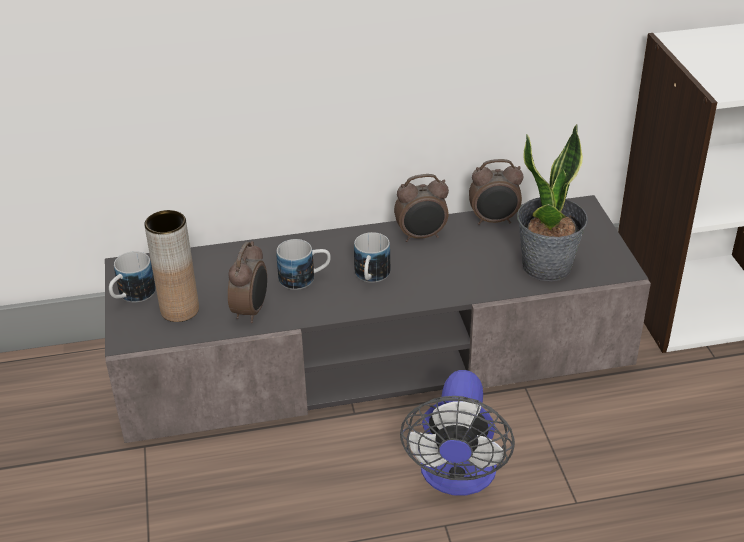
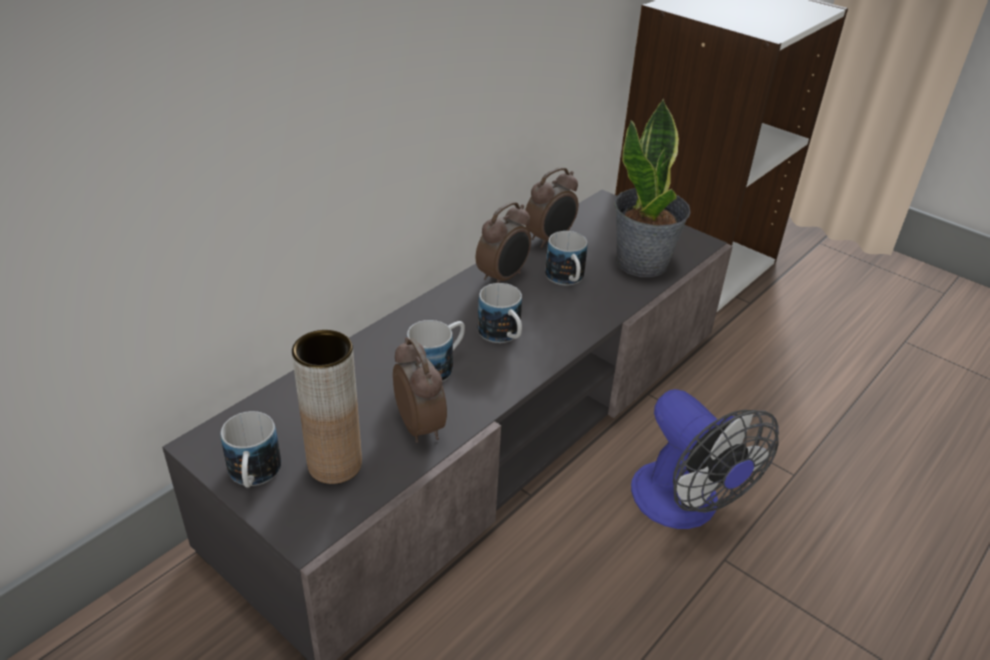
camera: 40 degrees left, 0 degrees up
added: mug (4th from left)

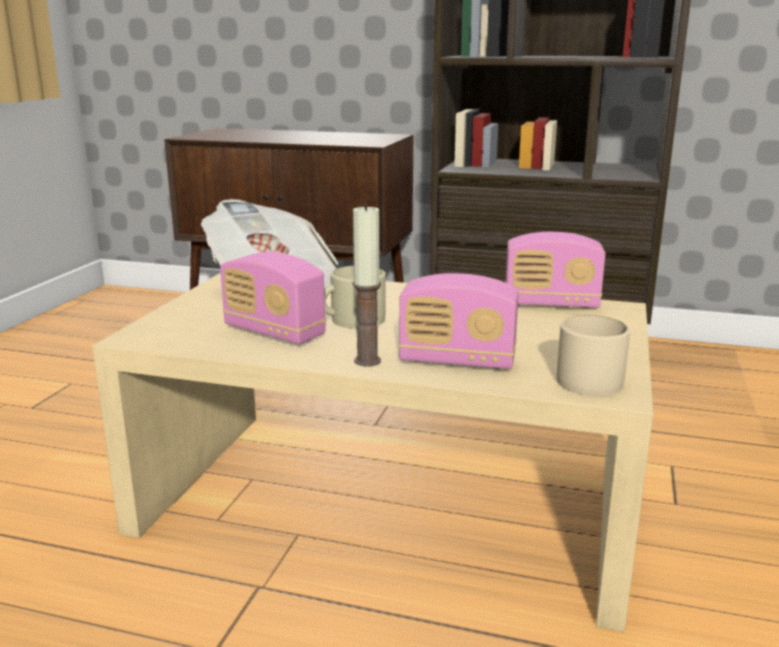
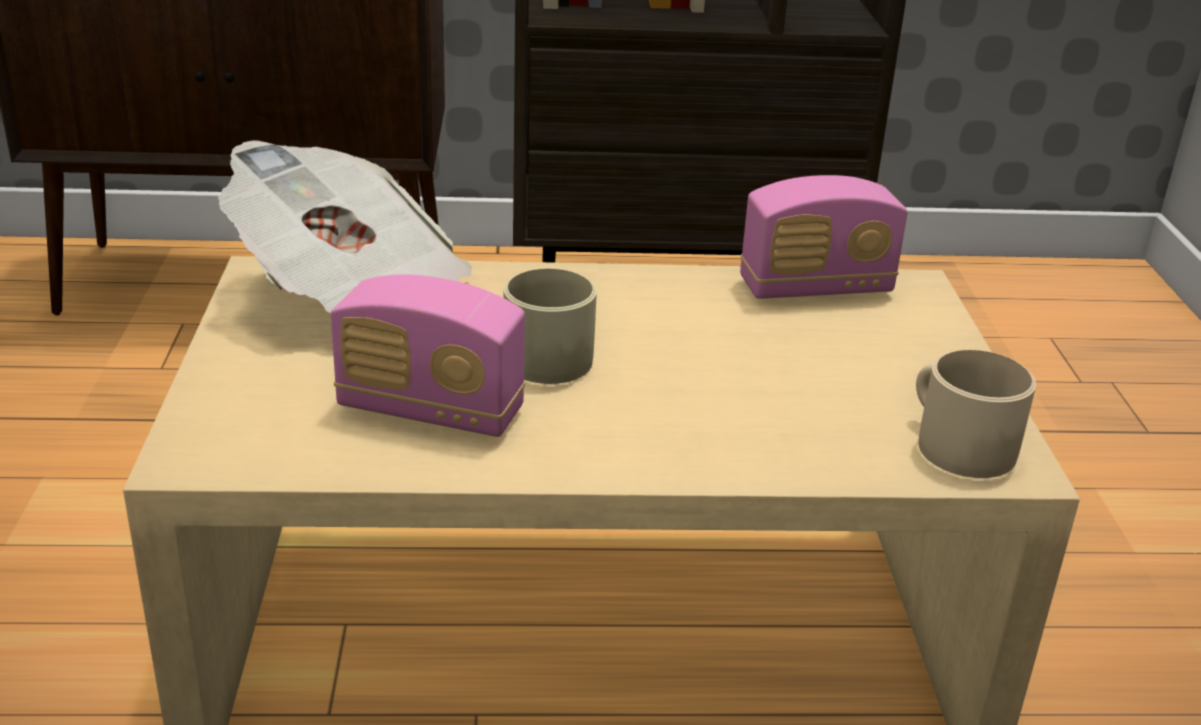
camera: 20 degrees left, 10 degrees up
removed: bougie; radio (2nd from left)

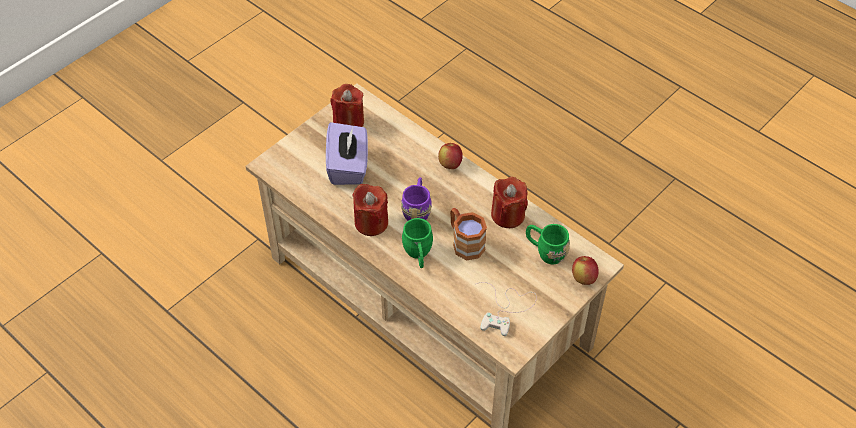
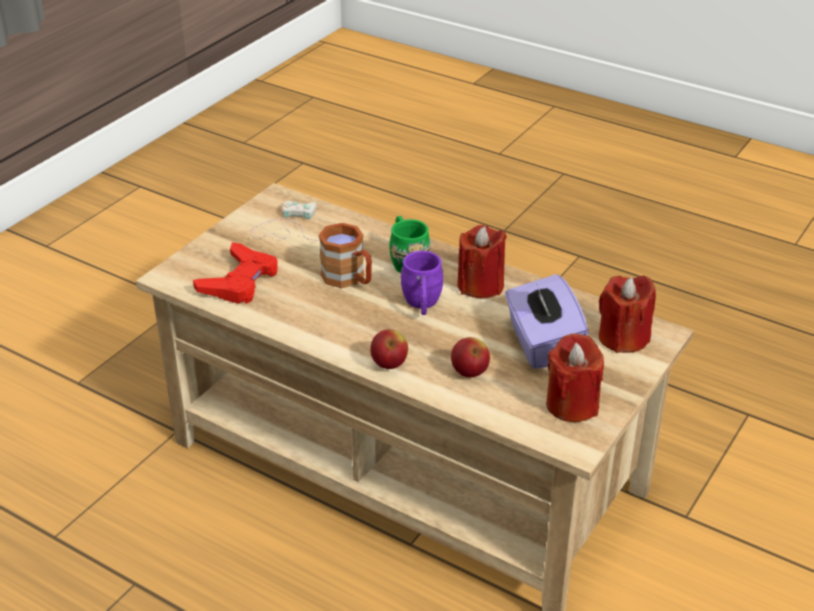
camera: 170 degrees right, 15 degrees down
moved: bougie/rouge (3rd from left); pomme (2nd from left)
replaced: mug/vert (2nd from left) to manette/rouge

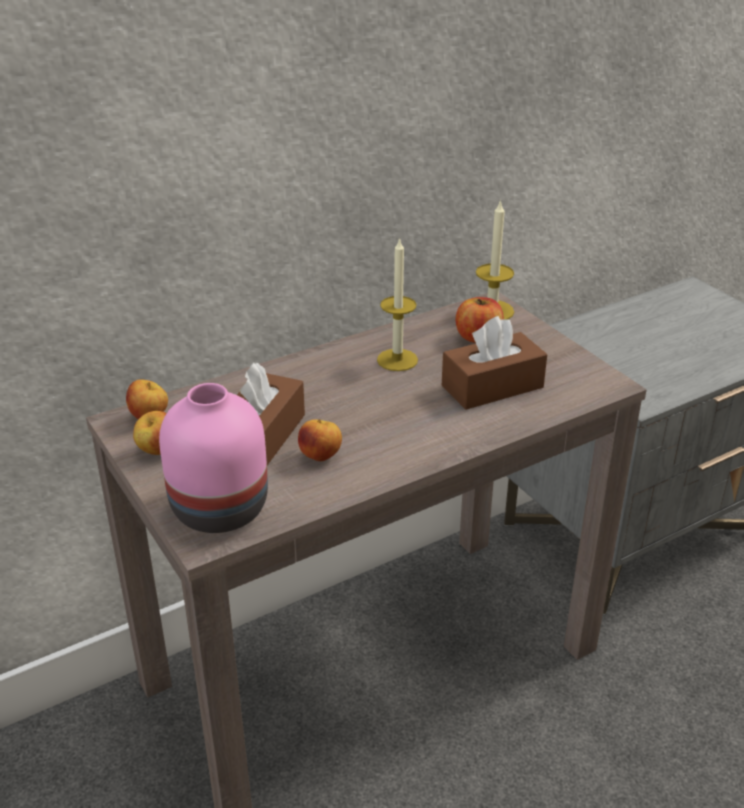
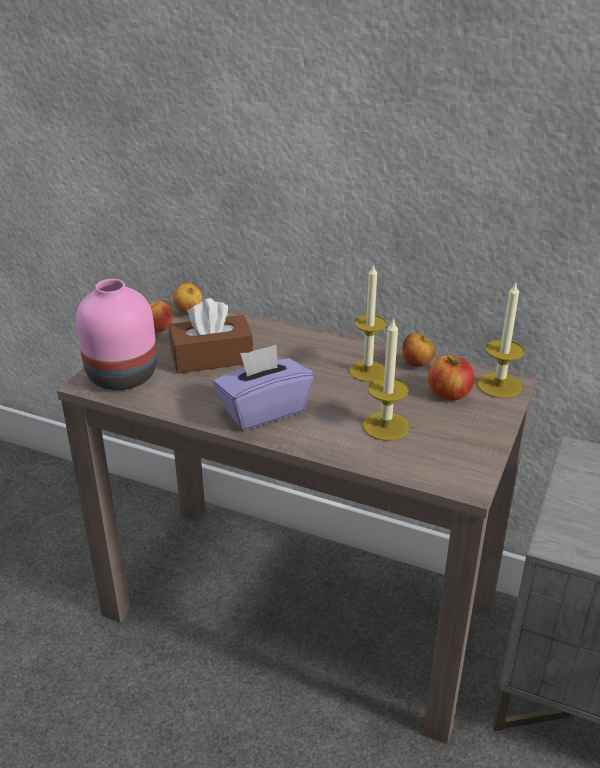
camera: 55 degrees right, 0 degrees up
added: boîte à mouchoirs/violet
moved: pomme (3rd from left)
replaced: boîte à mouchoirs/marron (2nd from left) to bougie (2nd from left)

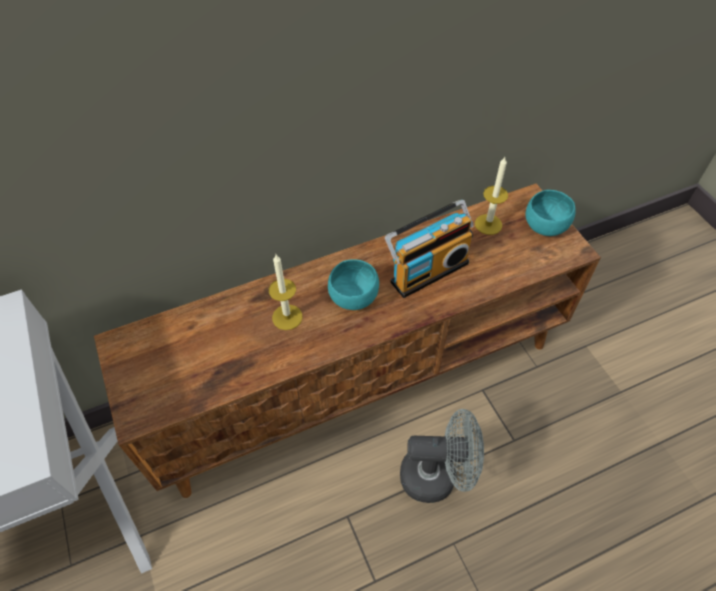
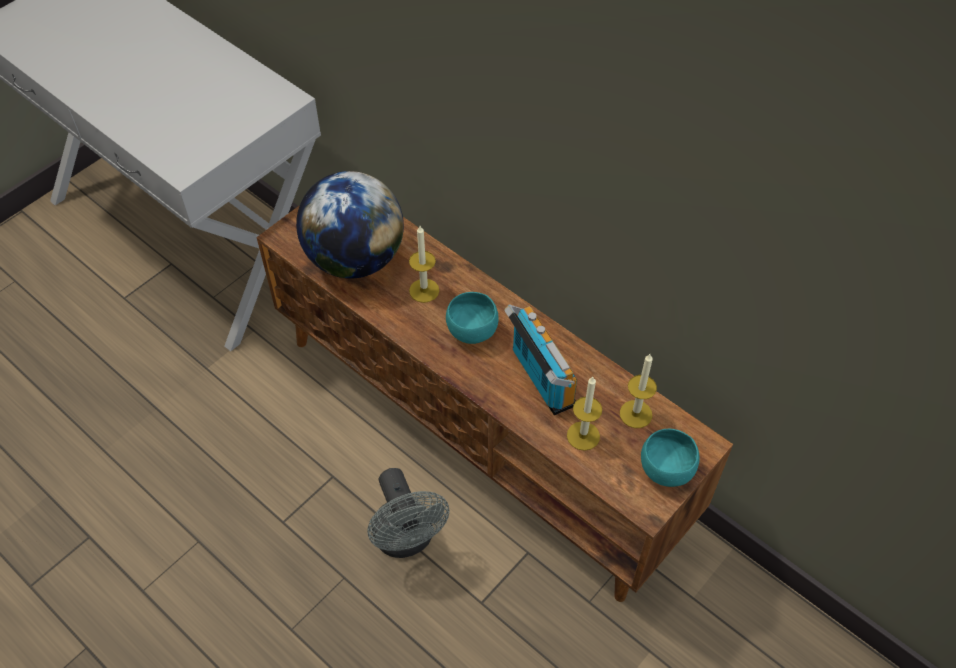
camera: 65 degrees right, 0 degrees up
added: globe; bougie (2nd from left)
turned: radio 150 degrees counterclockwise

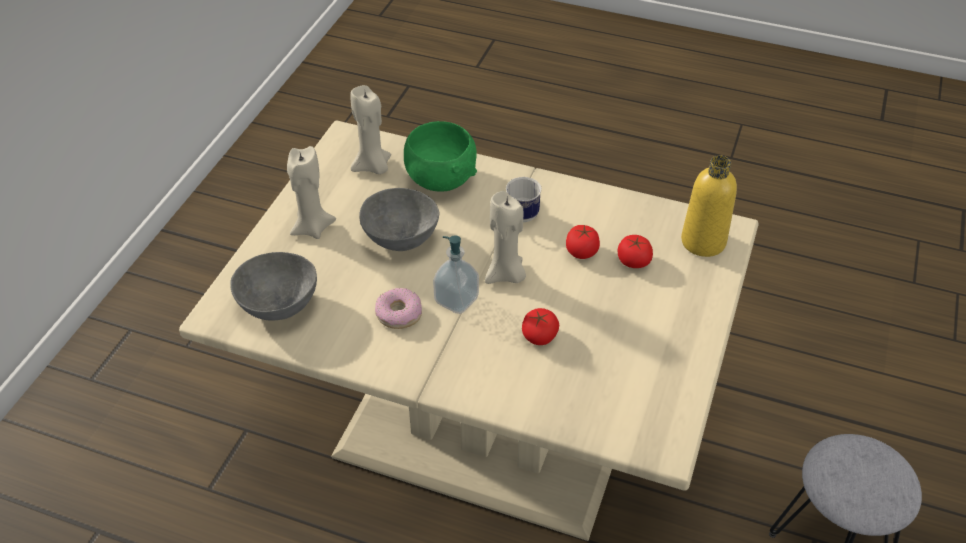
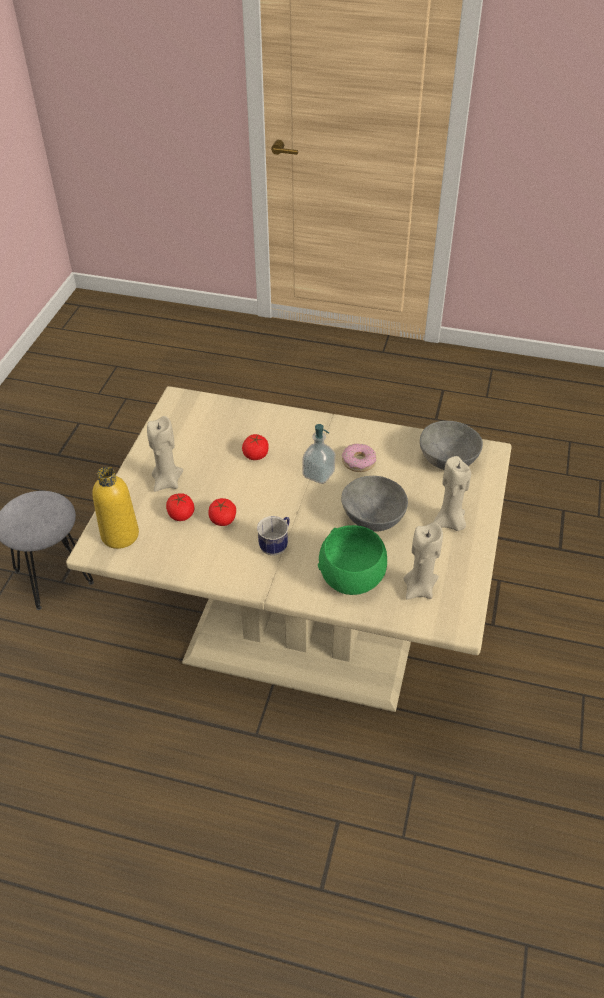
camera: 175 degrees right, 0 degrees up
moved: bougie/beige (3rd from left in the first image) to bougie/beige (1st from left)

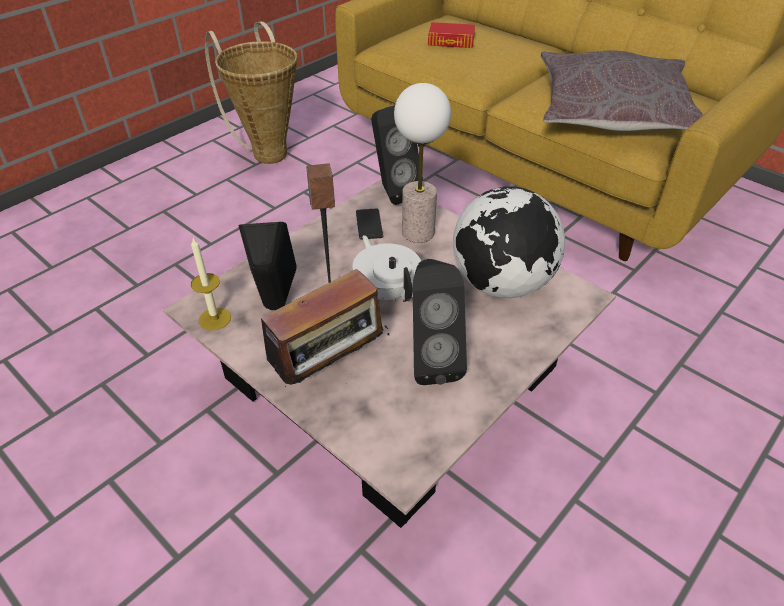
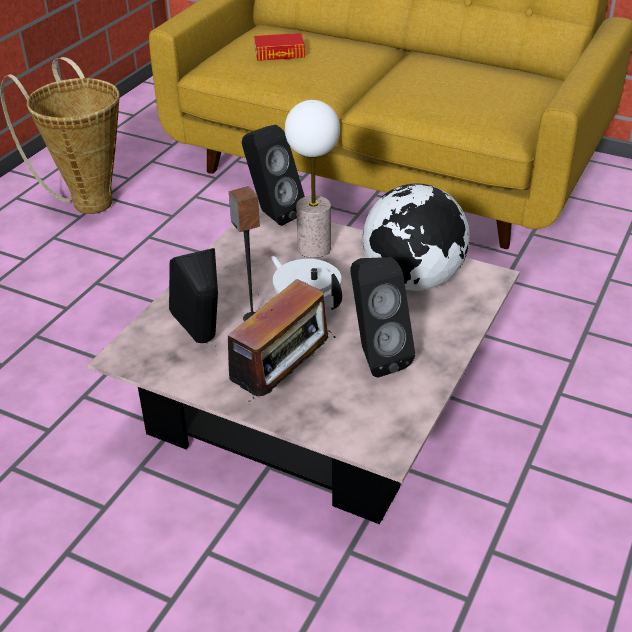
camera: 15 degrees left, 5 degrees down
removed: bougie; téléphone; coussin/gris

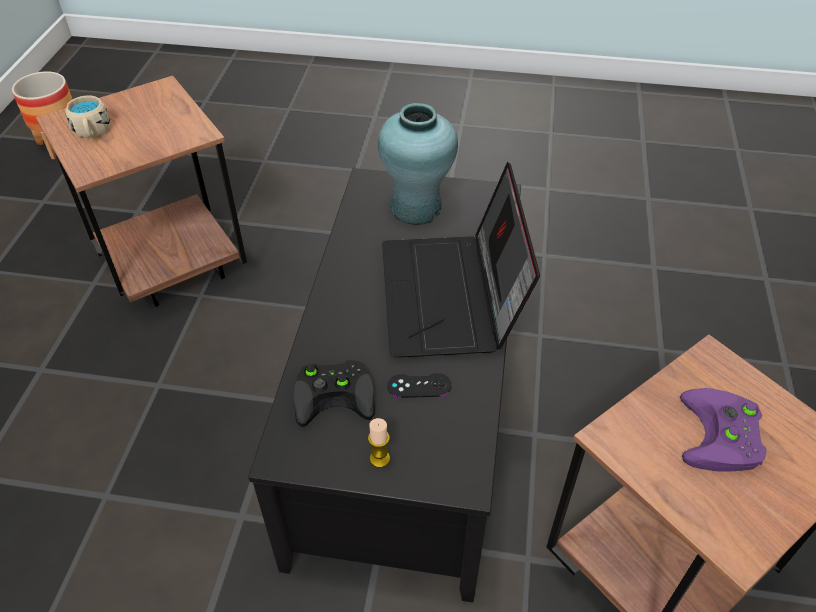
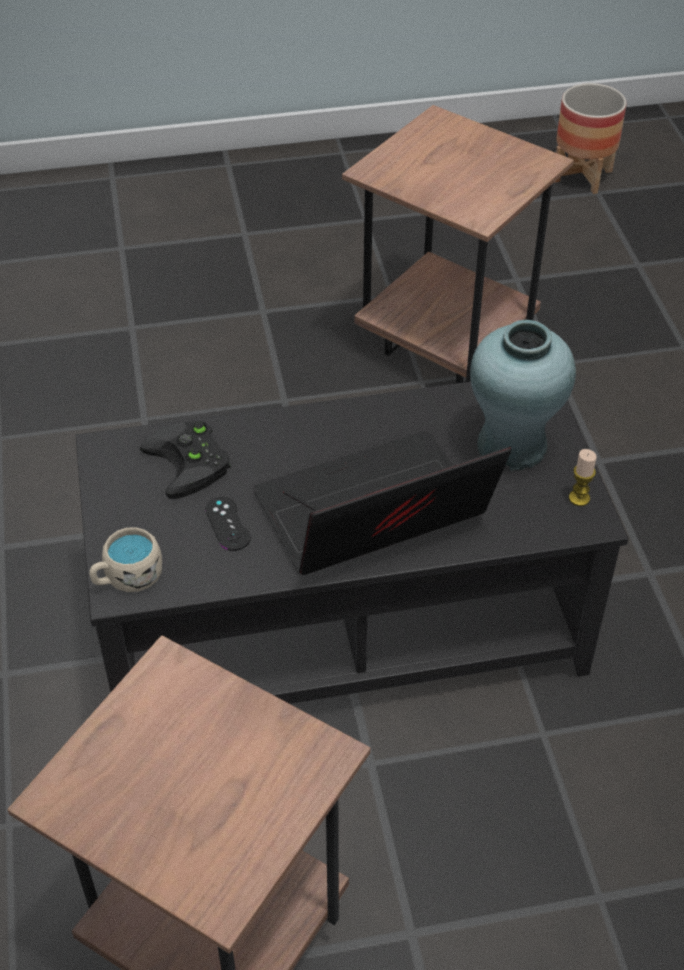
camera: 70 degrees right, 0 degrees up
removed: manette/violet
moved: mug/beige; bougie

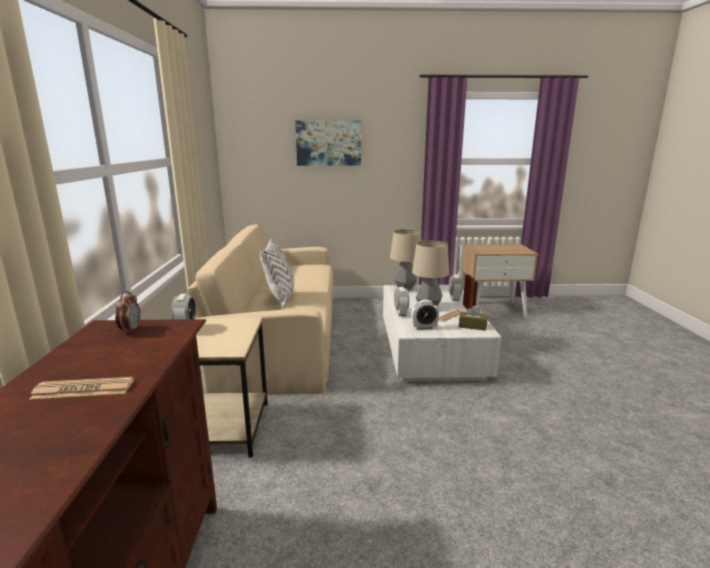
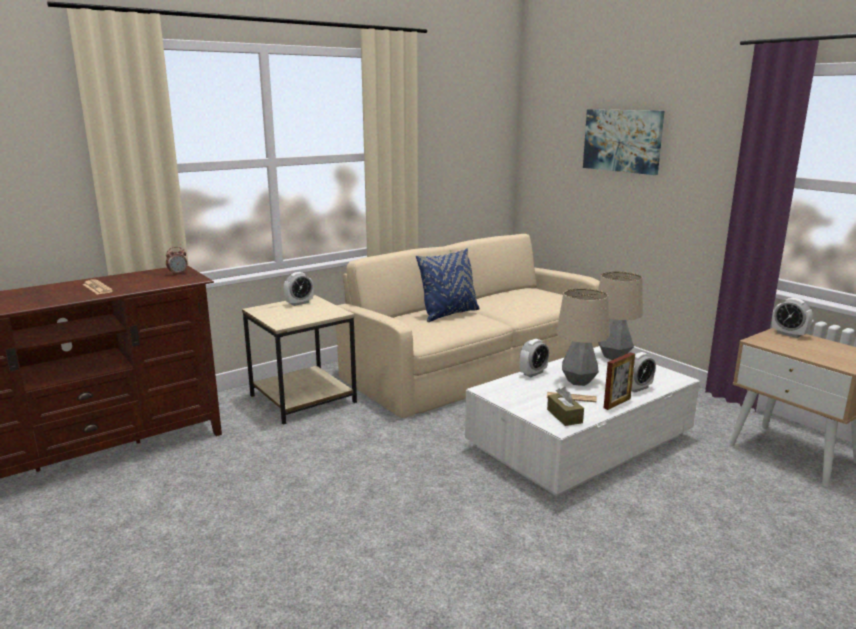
camera: 55 degrees right, 0 degrees up
moved: réveil (4th from left in the first image) to réveil (5th from left)
recoloured: coussin/blanc to coussin/bleu

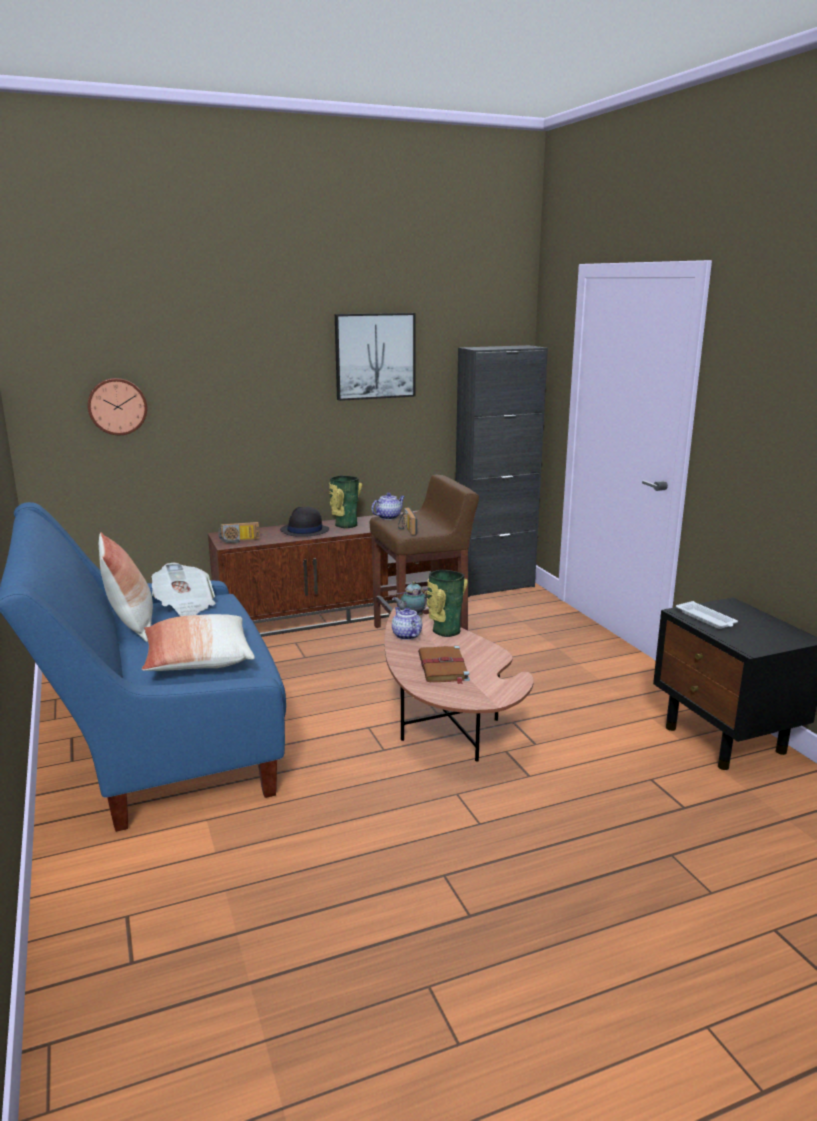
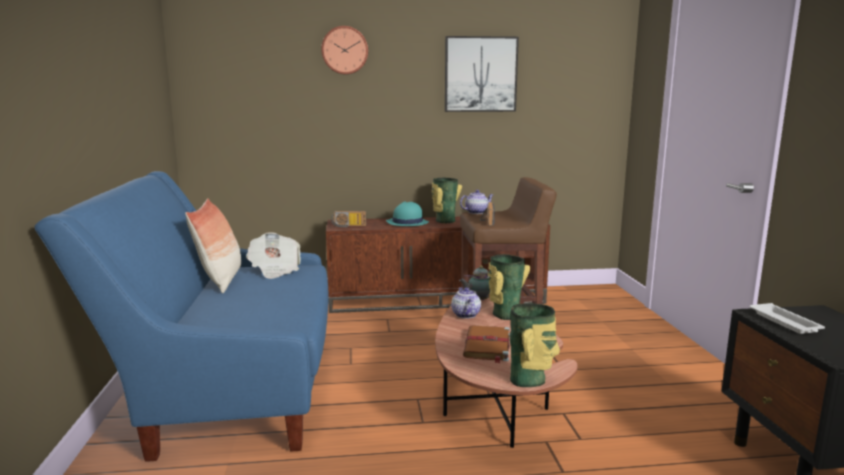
camera: 15 degrees right, 5 degrees down
removed: coussin (2nd from left); meuble de rangement/noir
added: vase (3rd from left)
moved: horloge murale
recoloured: chapeau/noir to chapeau/turquoise

